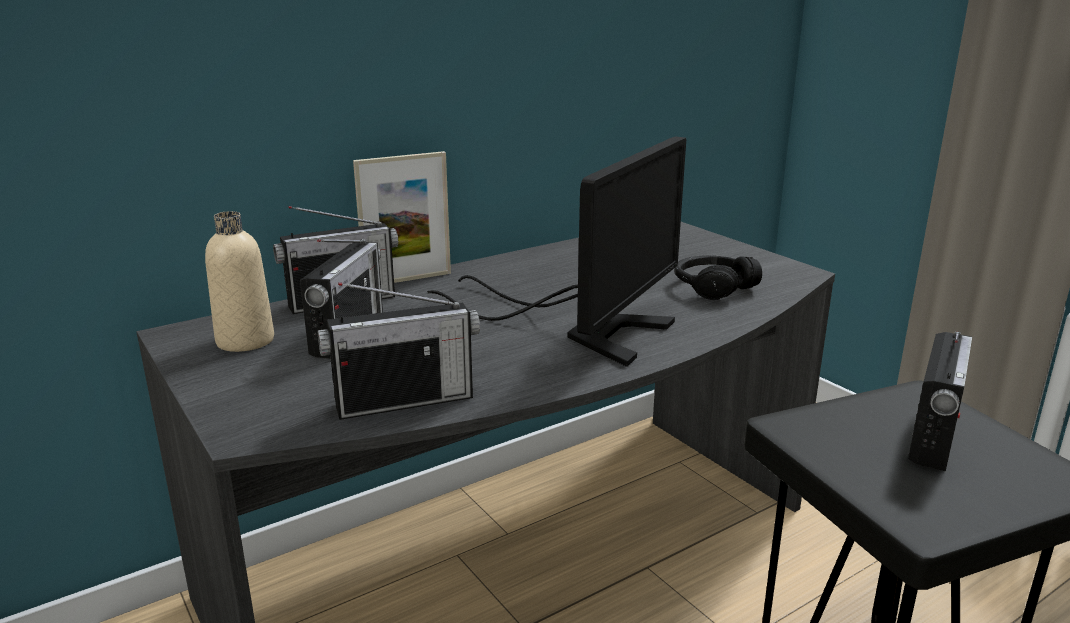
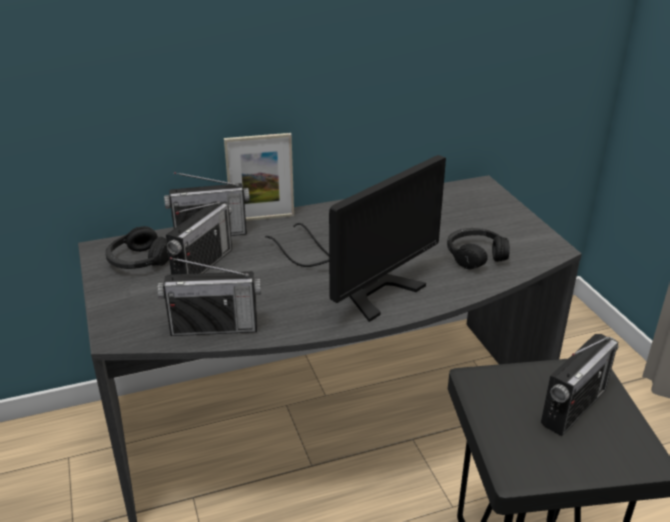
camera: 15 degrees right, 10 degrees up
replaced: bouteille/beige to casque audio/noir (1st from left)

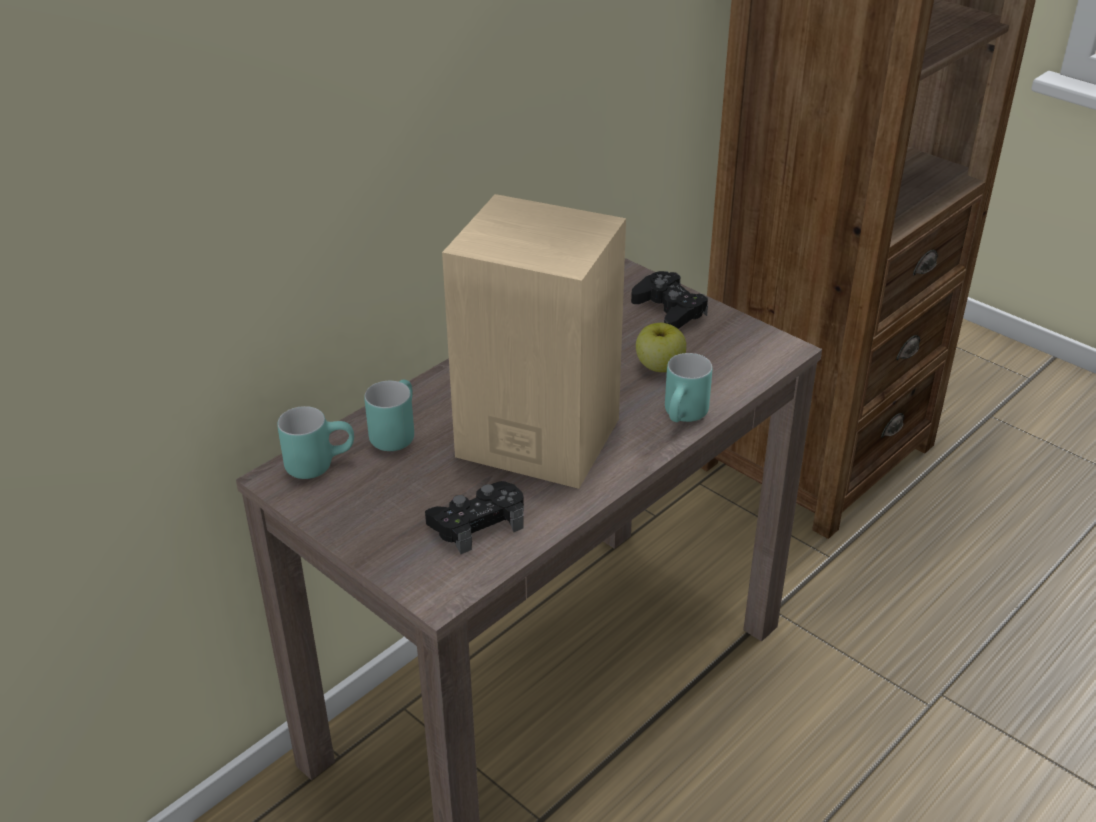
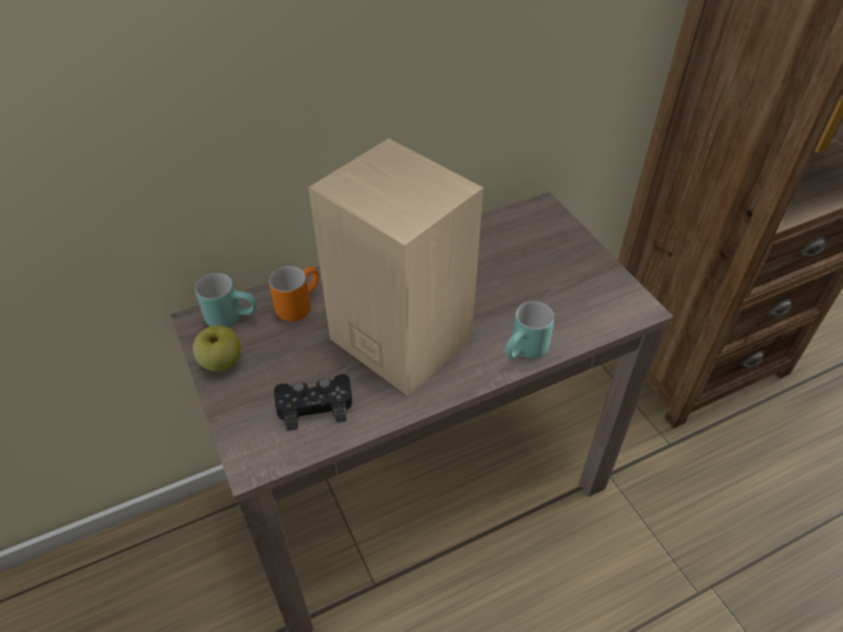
camera: 20 degrees right, 10 degrees up
removed: manette/noir (2nd from left)
moved: pomme
recoloured: mug/turquoise (2nd from left) to mug/orange

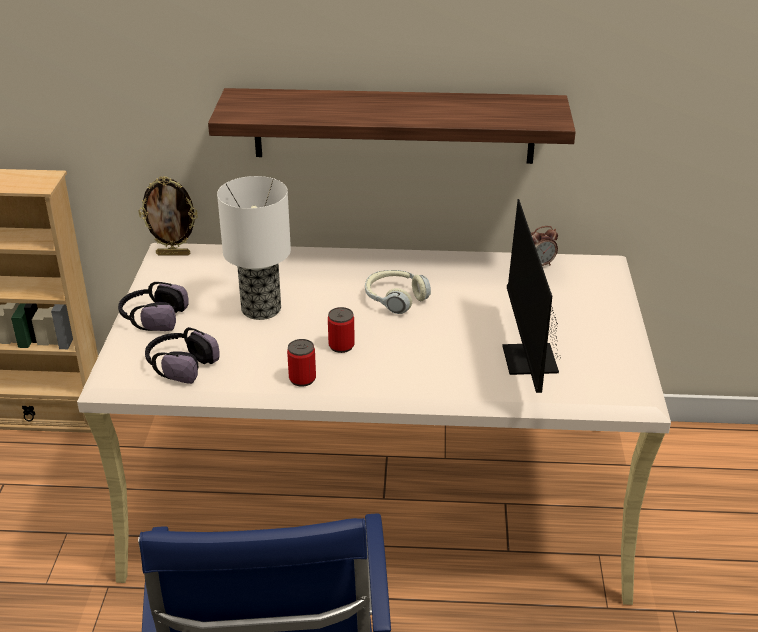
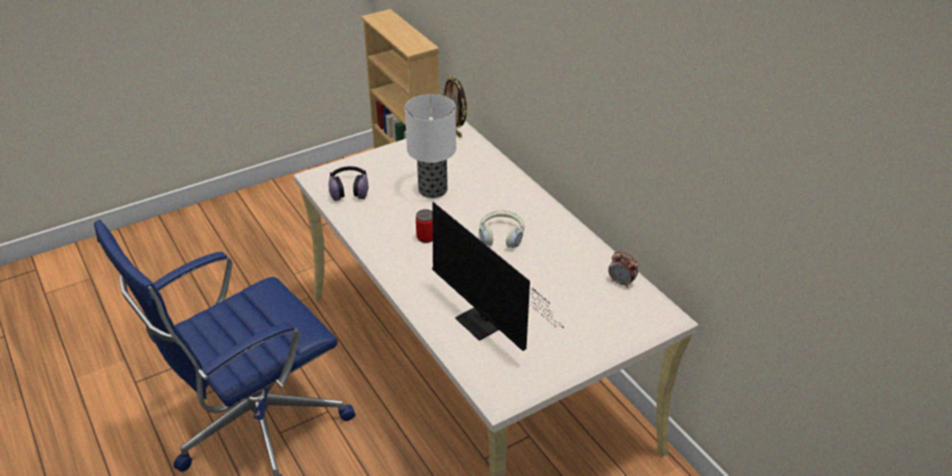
camera: 55 degrees right, 5 degrees up
removed: casque audio (1st from left); étagère; boîte métallique (1st from left)
turned: écran d'ordinateur 90 degrees counterclockwise

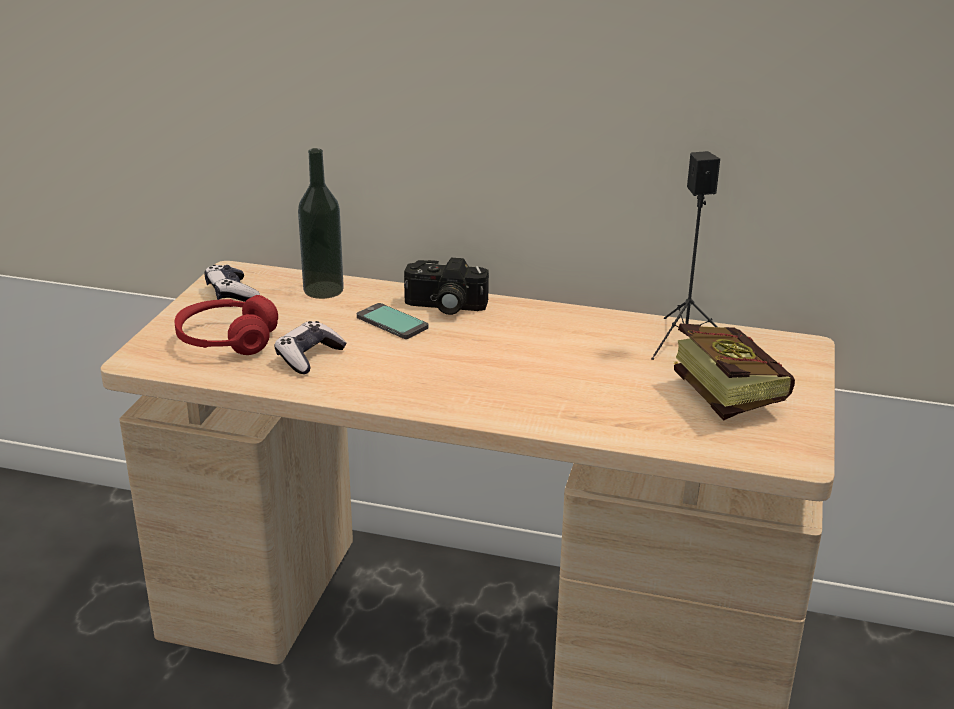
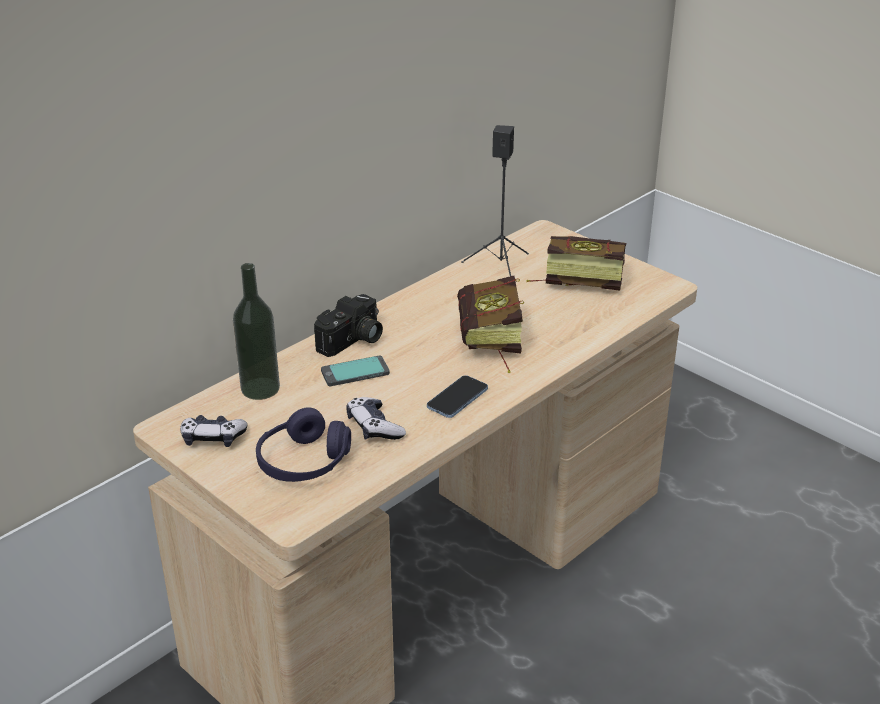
camera: 60 degrees left, 5 degrees up
added: téléphone (2nd from left); livre (1st from left)
recoloured: casque audio/rouge to casque audio/violet

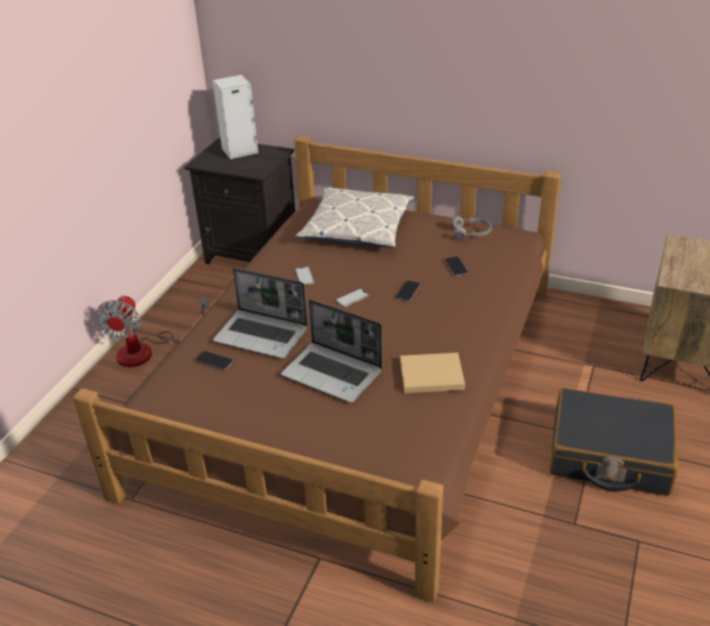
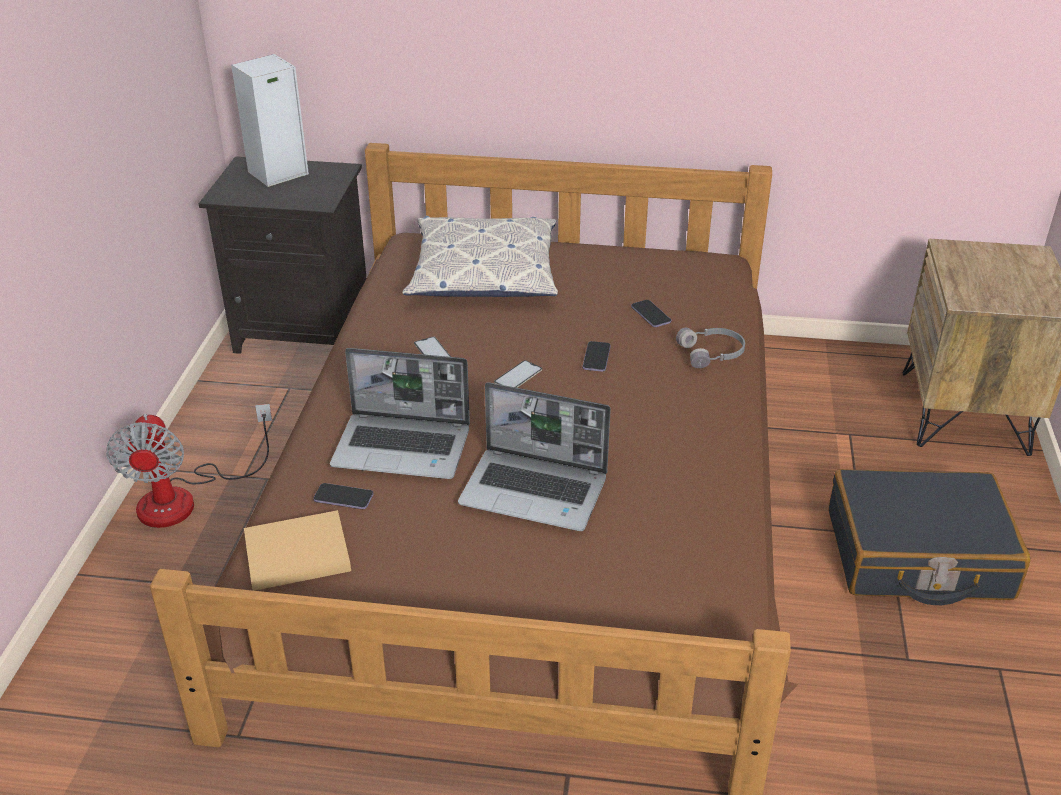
camera: 15 degrees left, 0 degrees up
moved: livre/beige; casque audio/gris

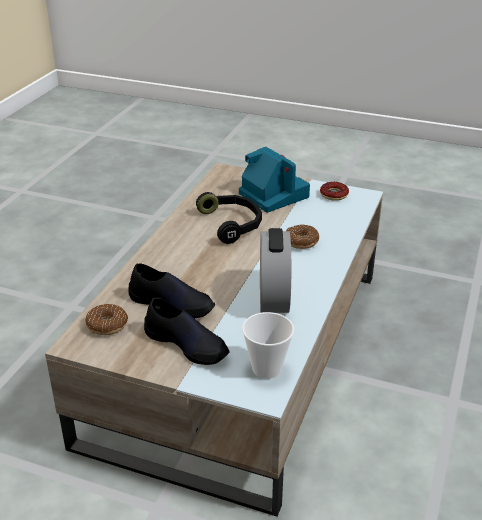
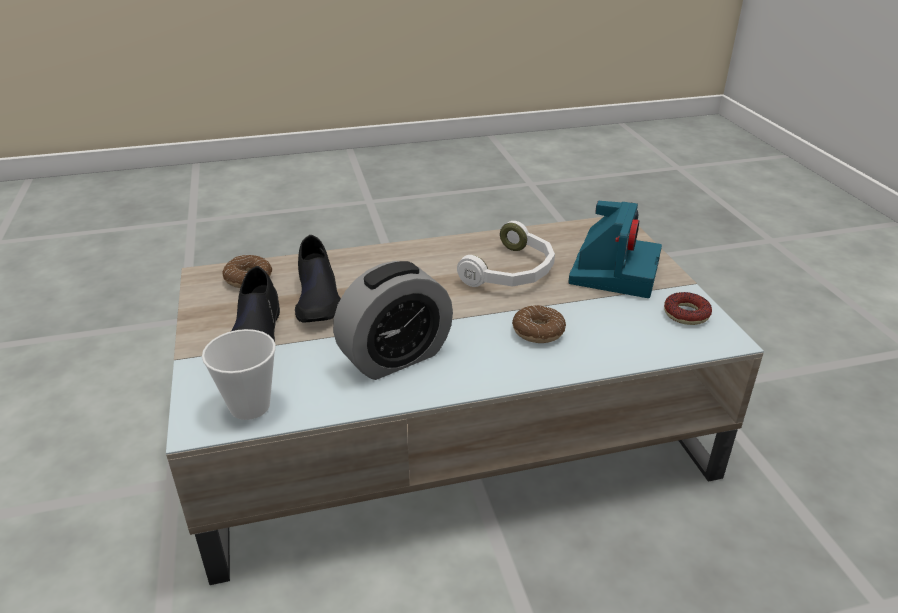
camera: 55 degrees right, 0 degrees up
recoloured: casque audio/noir to casque audio/blanc

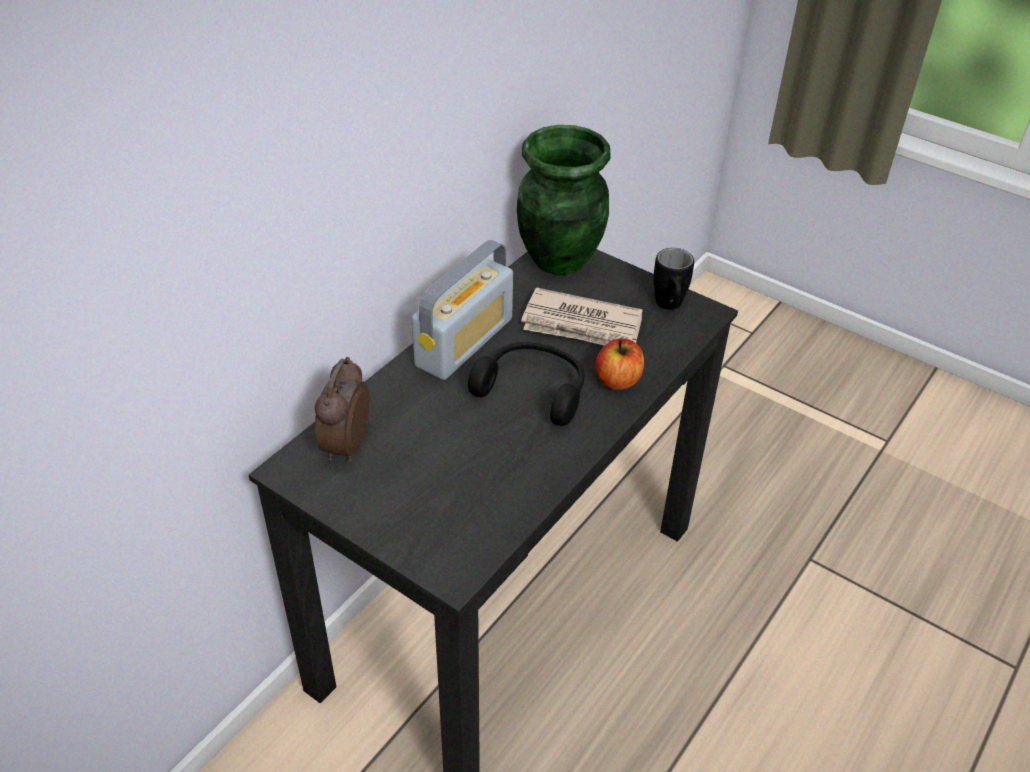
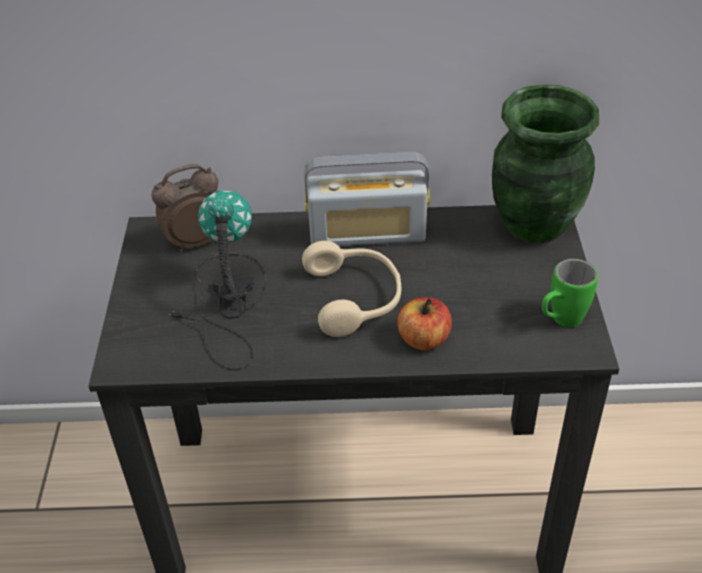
camera: 55 degrees right, 0 degrees up
removed: journal
added: lampe de table
recoloured: casque audio/noir to casque audio/beige; mug/noir to mug/vert

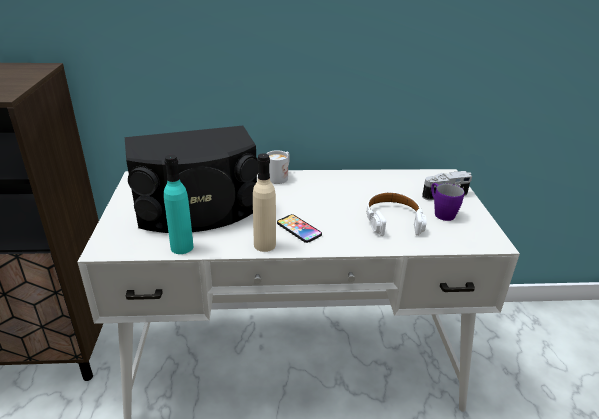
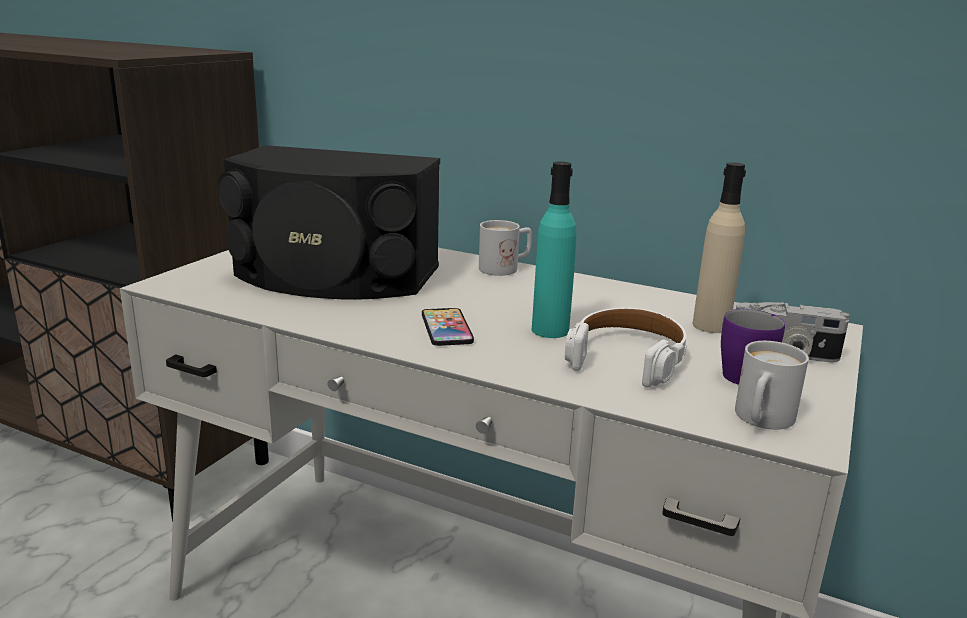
camera: 30 degrees right, 10 degrees down
added: mug/blanc (2nd from left)
moved: bouteille/turquoise; bouteille/beige

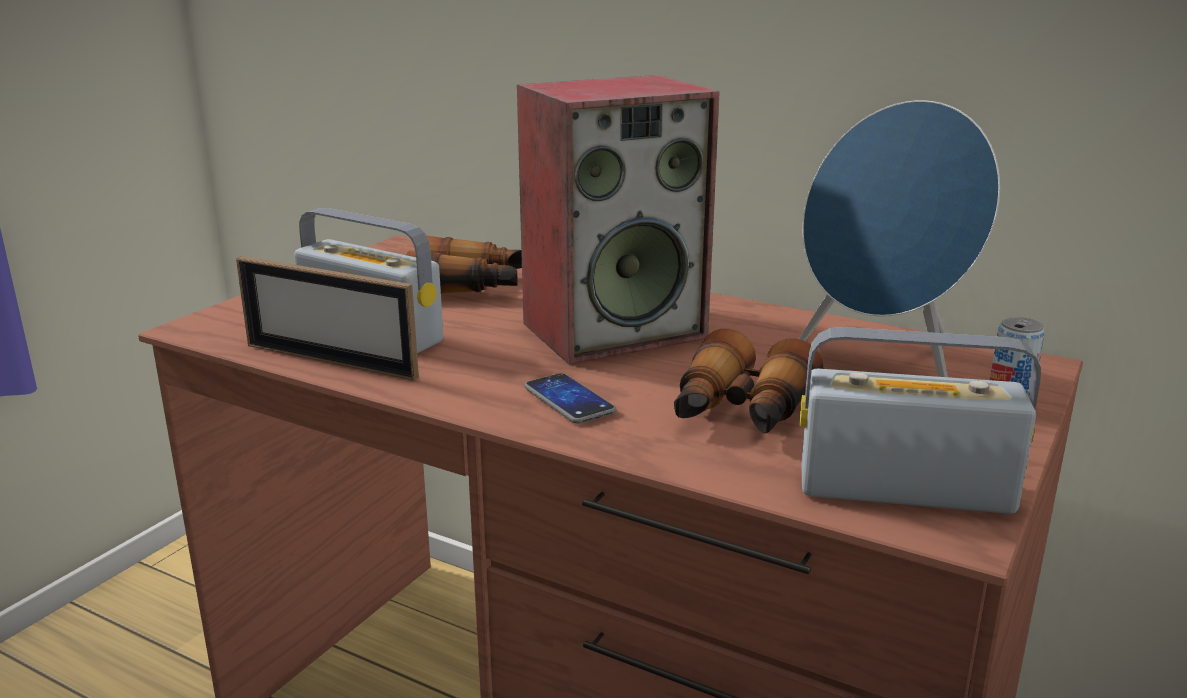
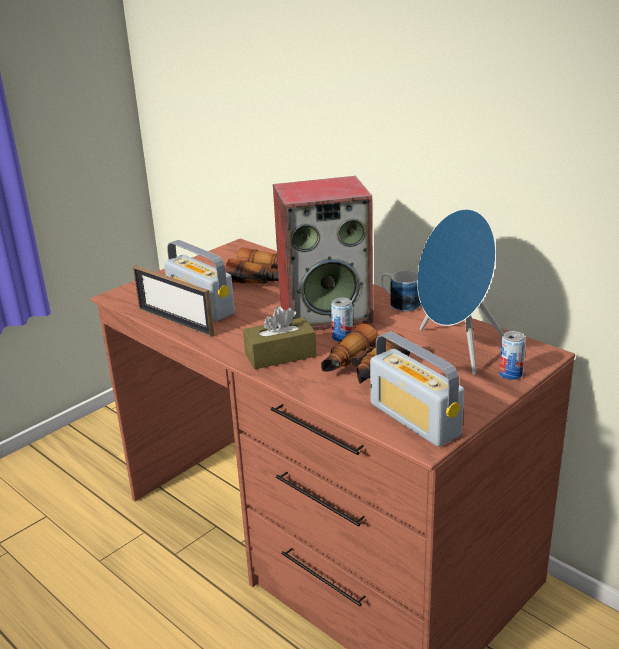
camera: 15 degrees right, 5 degrees up
added: boîte métallique (1st from left); mug
replaced: téléphone to boîte à mouchoirs/marron
turned: radio (2nd from left) 150 degrees counterclockwise

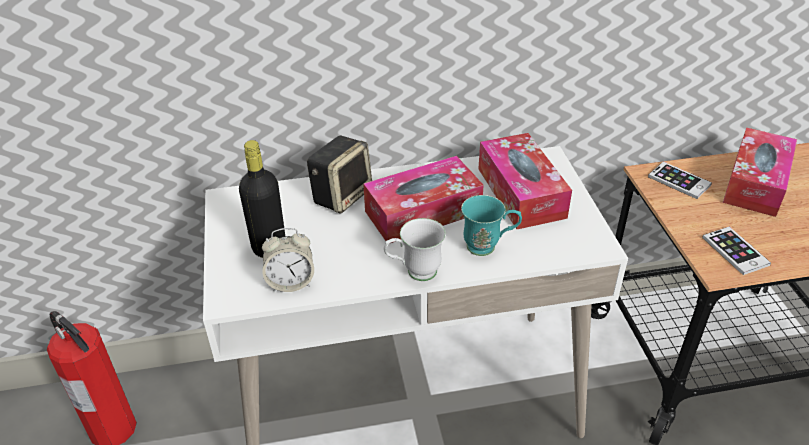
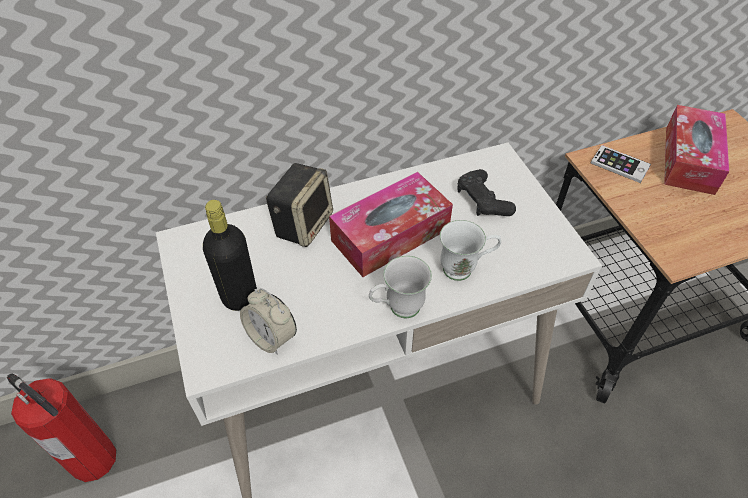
camera: 10 degrees left, 10 degrees up
removed: téléphone (2nd from left)
replaced: boîte à mouchoirs (2nd from left) to manette/noir
recoloured: mug/turquoise to mug/blanc (2nd from left)
turned: réveil 60 degrees clockwise

